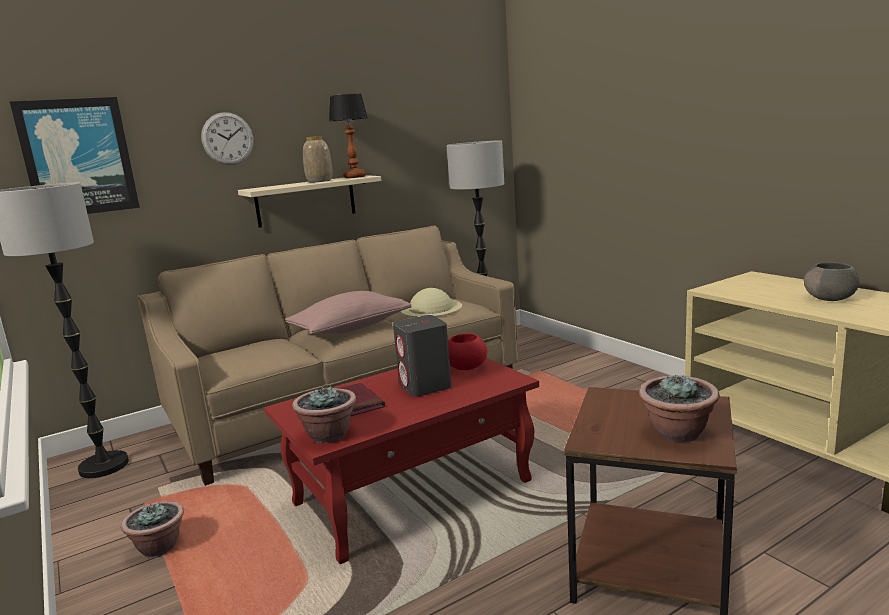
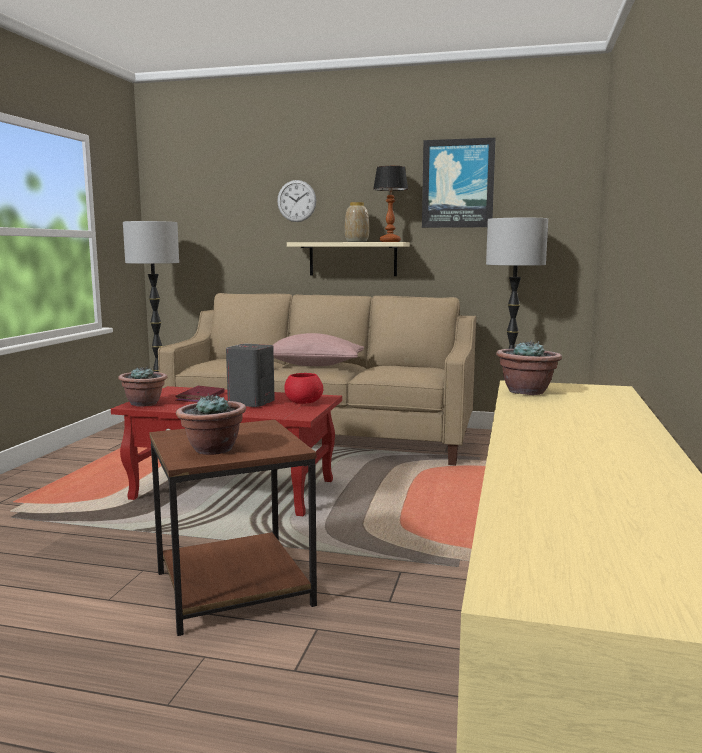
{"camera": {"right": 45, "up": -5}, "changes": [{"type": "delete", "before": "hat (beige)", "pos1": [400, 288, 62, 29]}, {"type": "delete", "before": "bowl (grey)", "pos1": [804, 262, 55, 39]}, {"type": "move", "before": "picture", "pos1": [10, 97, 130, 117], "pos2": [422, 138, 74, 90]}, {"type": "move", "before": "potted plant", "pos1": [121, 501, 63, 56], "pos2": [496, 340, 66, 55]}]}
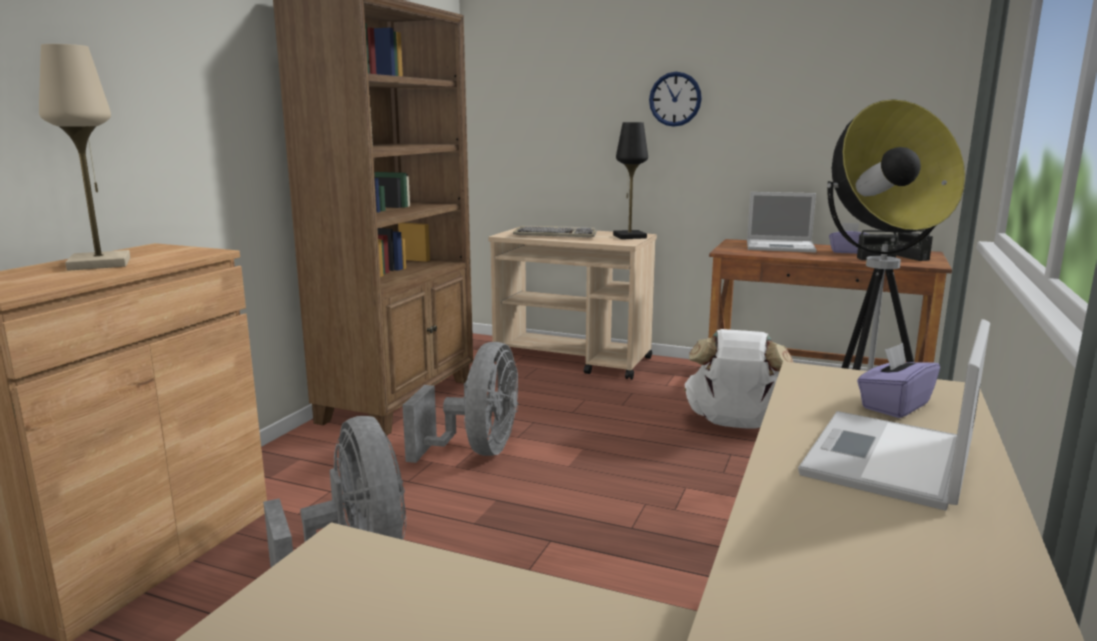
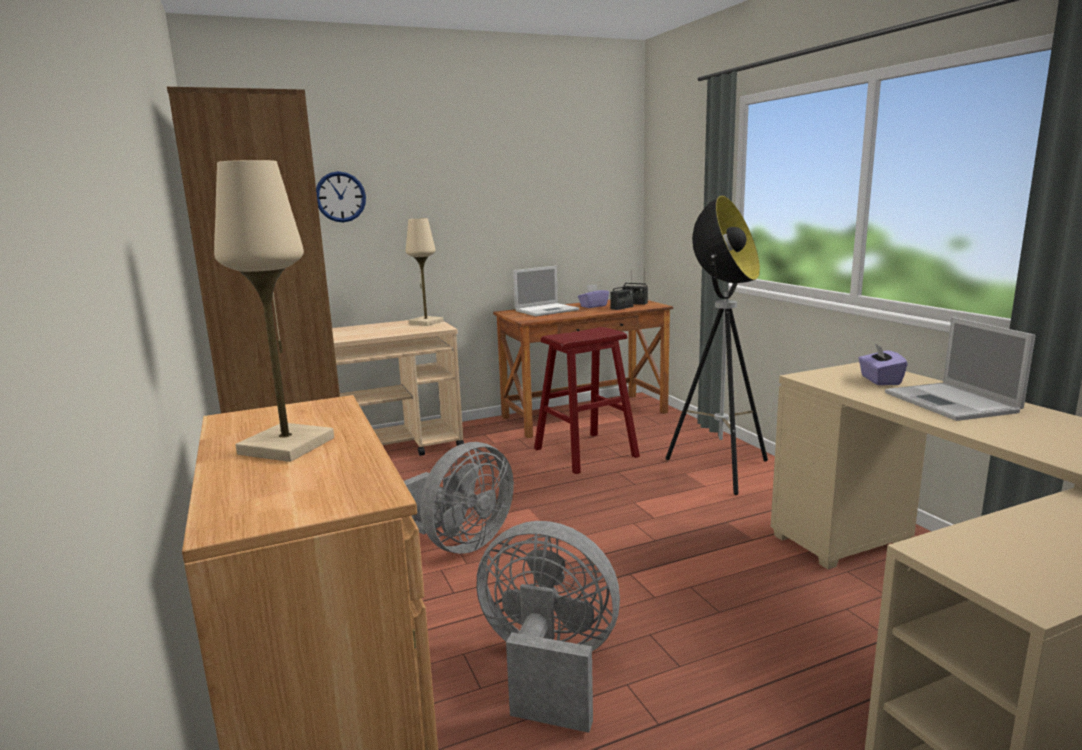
{"camera": {"right": -45, "up": 0}, "changes": [{"type": "delete", "before": "keyboard", "pos1": [513, 226, 84, 11]}, {"type": "move", "before": "wall clock", "pos1": [649, 72, 53, 55], "pos2": [316, 171, 50, 51]}, {"type": "replace", "before": "backpack (white)", "after": "stool (red)", "pos1": [684, 329, 109, 100], "pos2": [534, 327, 106, 147]}, {"type": "recolor", "before": "table lamp (black)", "after": "table lamp (beige)", "pos1": [613, 122, 35, 117], "pos2": [406, 218, 37, 108]}, {"type": "rotate", "before": "fan (grey)", "pos1": [402, 342, 116, 121], "pos2": [404, 442, 110, 112], "turn": 75}]}
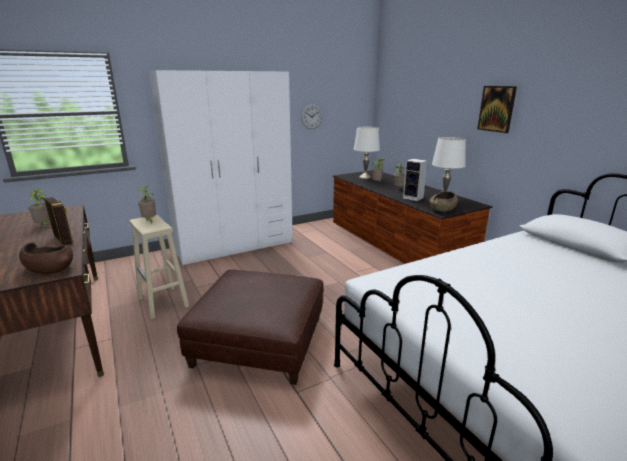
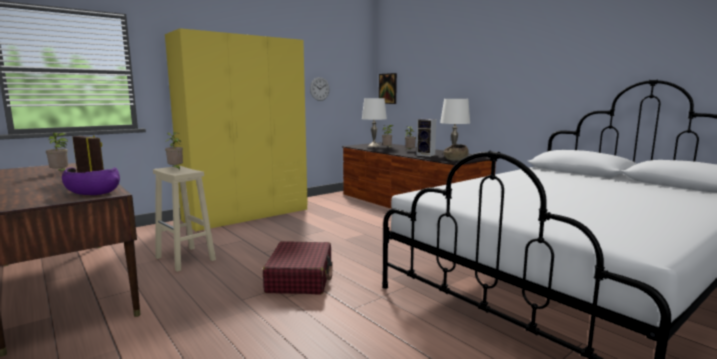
{"camera": {"right": -10, "up": -10}, "changes": [{"type": "move", "before": "picture", "pos1": [477, 86, 40, 47], "pos2": [379, 73, 18, 31]}, {"type": "replace", "before": "ottoman (brown)", "after": "suitcase (red)", "pos1": [177, 270, 147, 115], "pos2": [263, 241, 69, 53]}, {"type": "recolor", "before": "bowl (brown)", "after": "bowl (purple)", "pos1": [19, 242, 54, 32], "pos2": [62, 167, 58, 28]}, {"type": "recolor", "before": "wardrobe (white)", "after": "wardrobe (yellow)", "pos1": [149, 70, 144, 195], "pos2": [165, 28, 143, 204]}]}
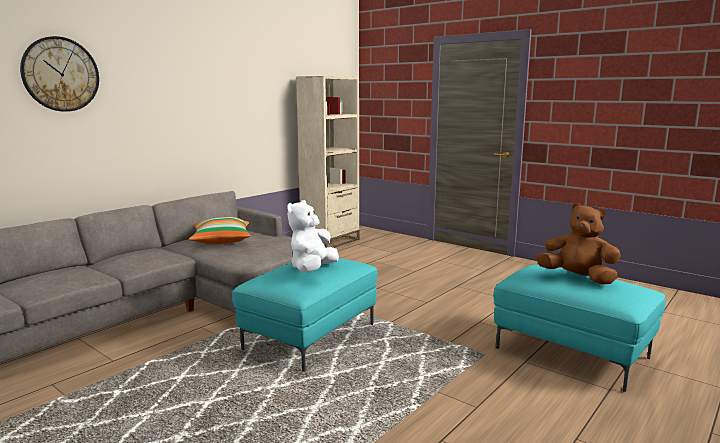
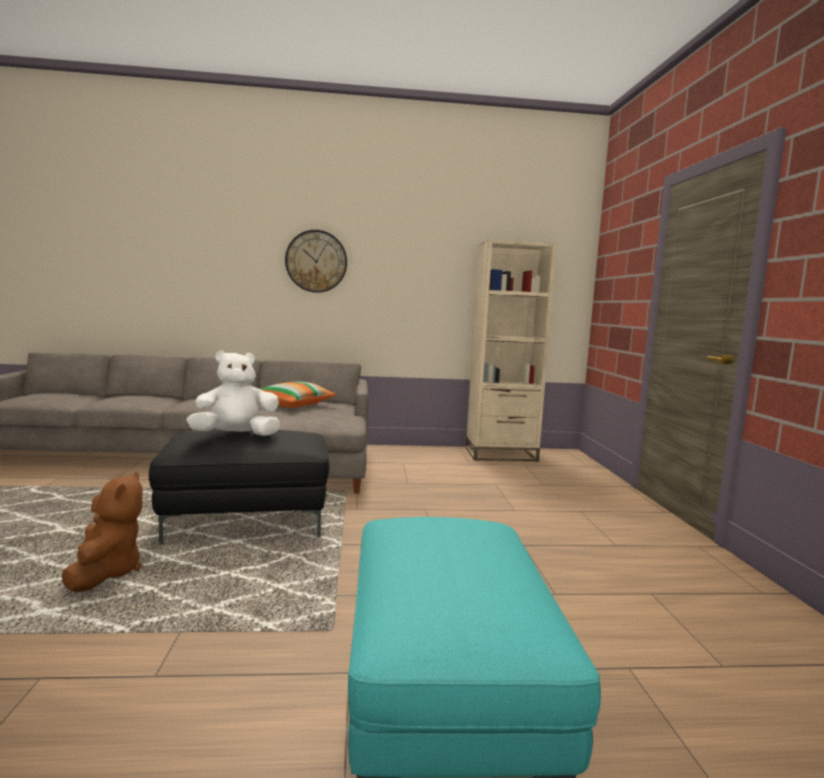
{"camera": {"right": 45, "up": -5}, "changes": [{"type": "move", "before": "wall clock", "pos1": [20, 36, 79, 76], "pos2": [285, 230, 62, 63]}, {"type": "move", "before": "plush toy (brown)", "pos1": [536, 203, 85, 82], "pos2": [62, 472, 81, 121]}, {"type": "recolor", "before": "ottoman (turquoise)", "after": "ottoman (black)", "pos1": [232, 258, 146, 114], "pos2": [149, 430, 181, 114]}]}
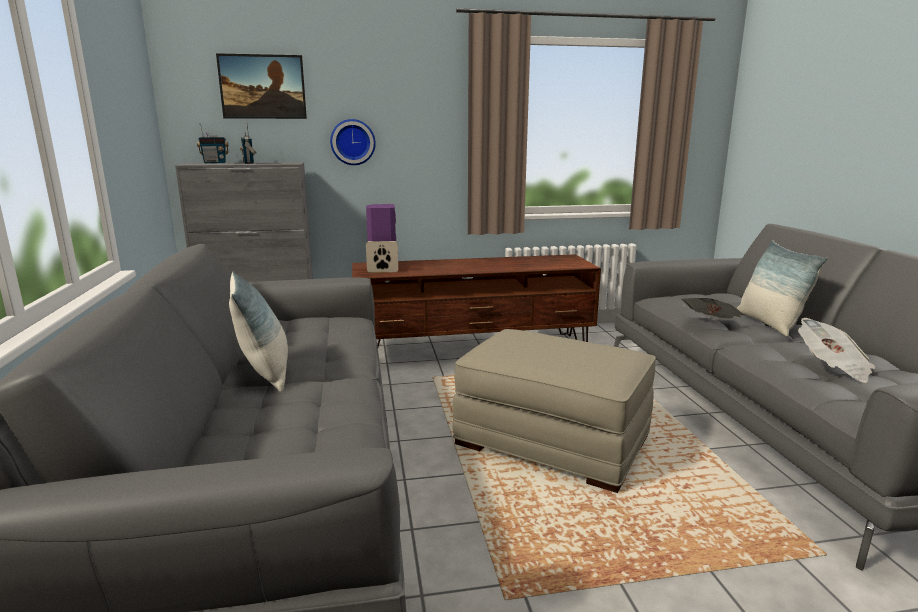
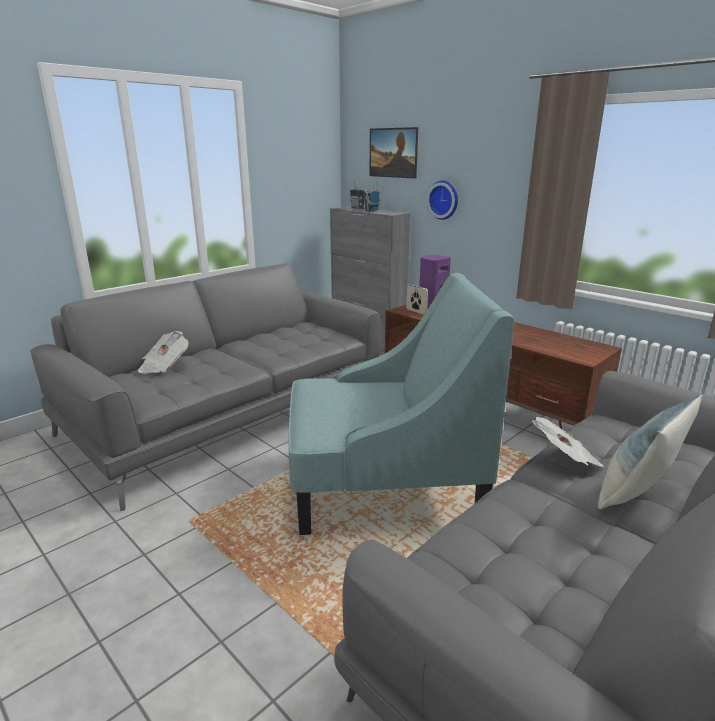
{"camera": {"right": 55, "up": 5}, "changes": [{"type": "delete", "before": "pillow", "pos1": [229, 271, 59, 121]}, {"type": "move", "before": "newspaper", "pos1": [798, 318, 77, 65], "pos2": [138, 331, 51, 43]}, {"type": "replace", "before": "ottoman (beige)", "after": "armchair (turquoise)", "pos1": [453, 329, 203, 164], "pos2": [288, 273, 226, 262]}]}
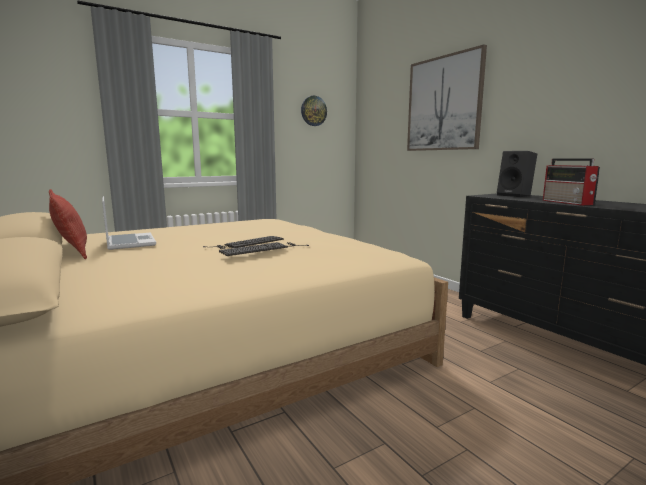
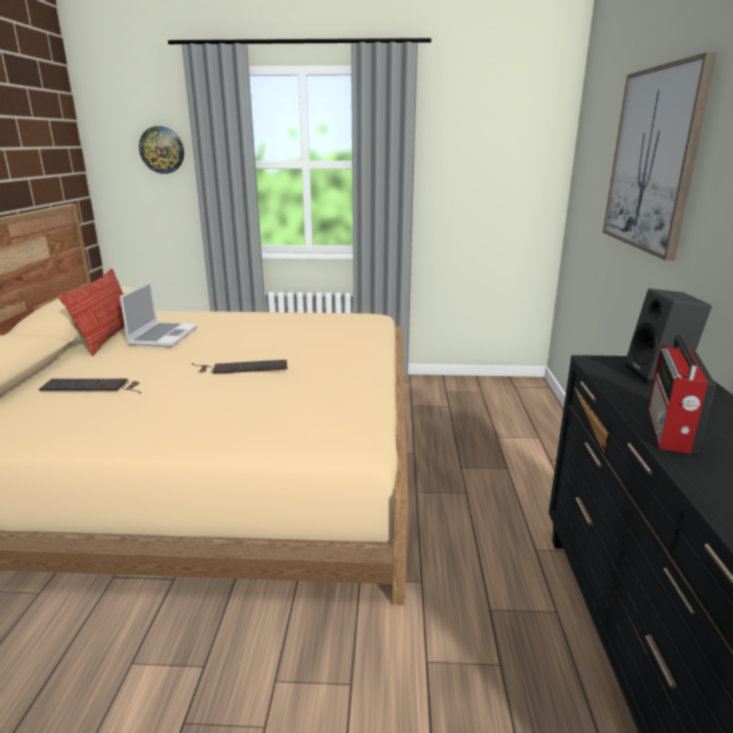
{"camera": {"right": 35, "up": 10}, "changes": [{"type": "move", "before": "keyboard", "pos1": [219, 242, 90, 14], "pos2": [39, 379, 102, 15]}, {"type": "move", "before": "wall clock", "pos1": [301, 96, 26, 30], "pos2": [139, 126, 45, 48]}]}
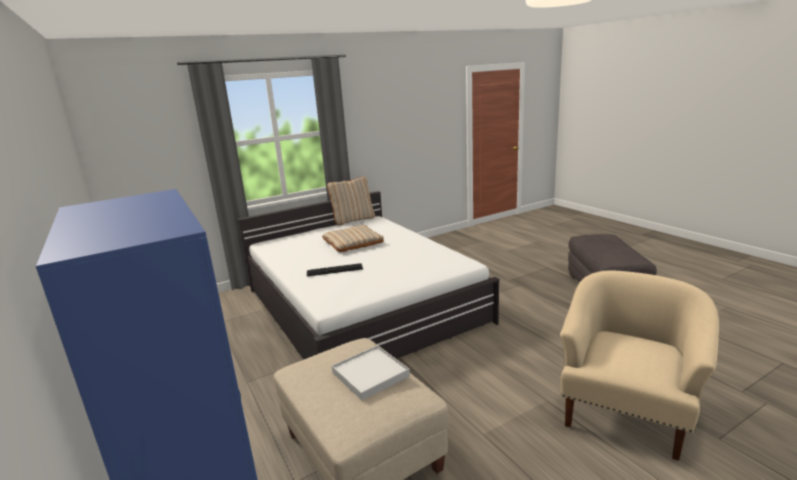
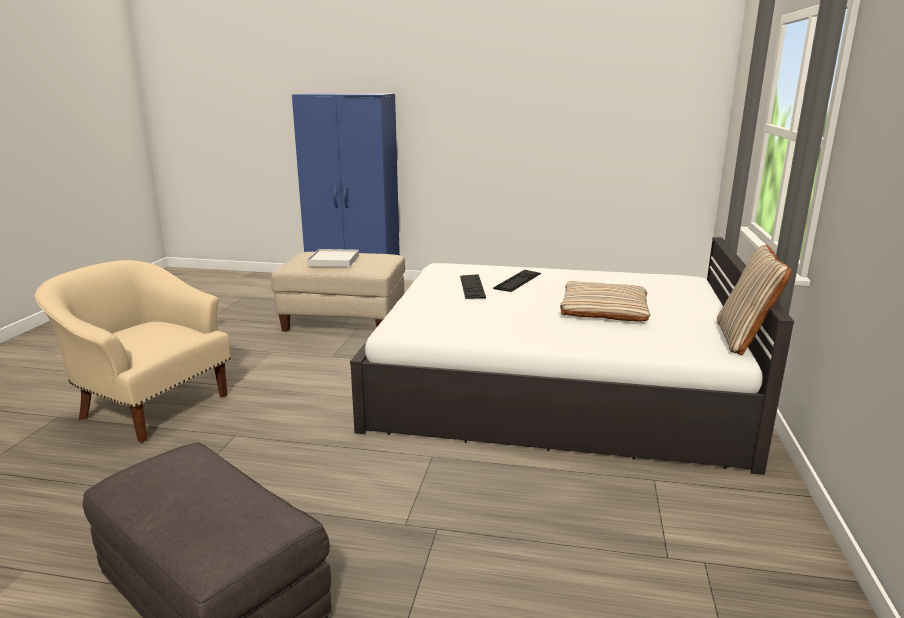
{"camera": {"right": 130, "up": 0}, "changes": [{"type": "insert", "after": "keyboard", "pos2": [460, 274, 26, 25]}, {"type": "rotate", "before": "armchair (beige)", "pos1": [560, 270, 159, 191], "pos2": [35, 260, 196, 182], "turn": 135}]}
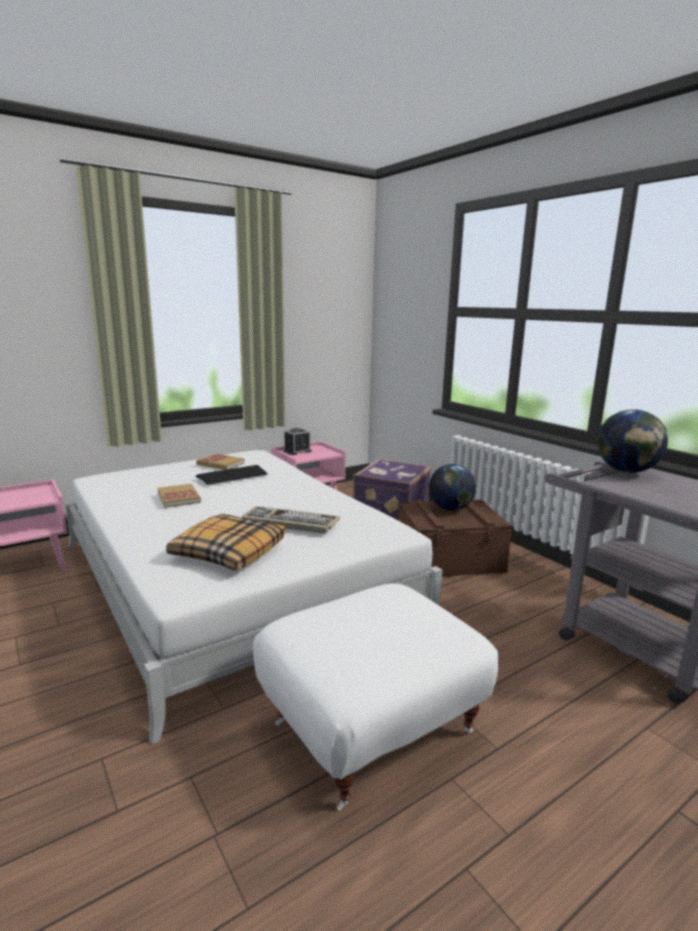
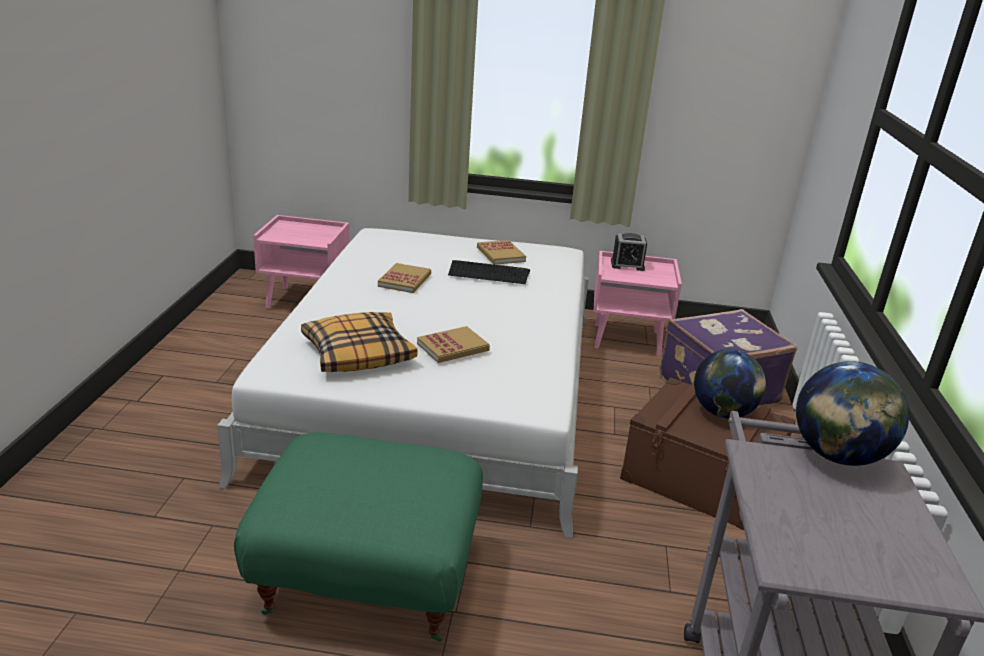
{"camera": {"right": 40, "up": 10}, "changes": [{"type": "replace", "before": "keyboard", "after": "book", "pos1": [242, 506, 98, 28], "pos2": [417, 326, 73, 37]}, {"type": "recolor", "before": "ottoman (white)", "after": "ottoman (green)", "pos1": [253, 583, 245, 227], "pos2": [234, 433, 249, 209]}]}
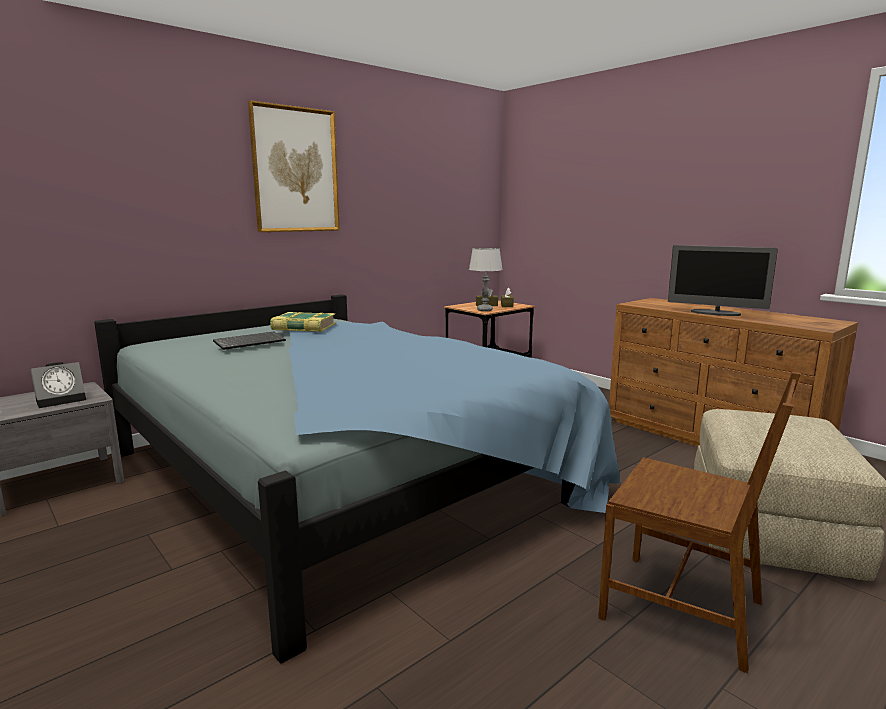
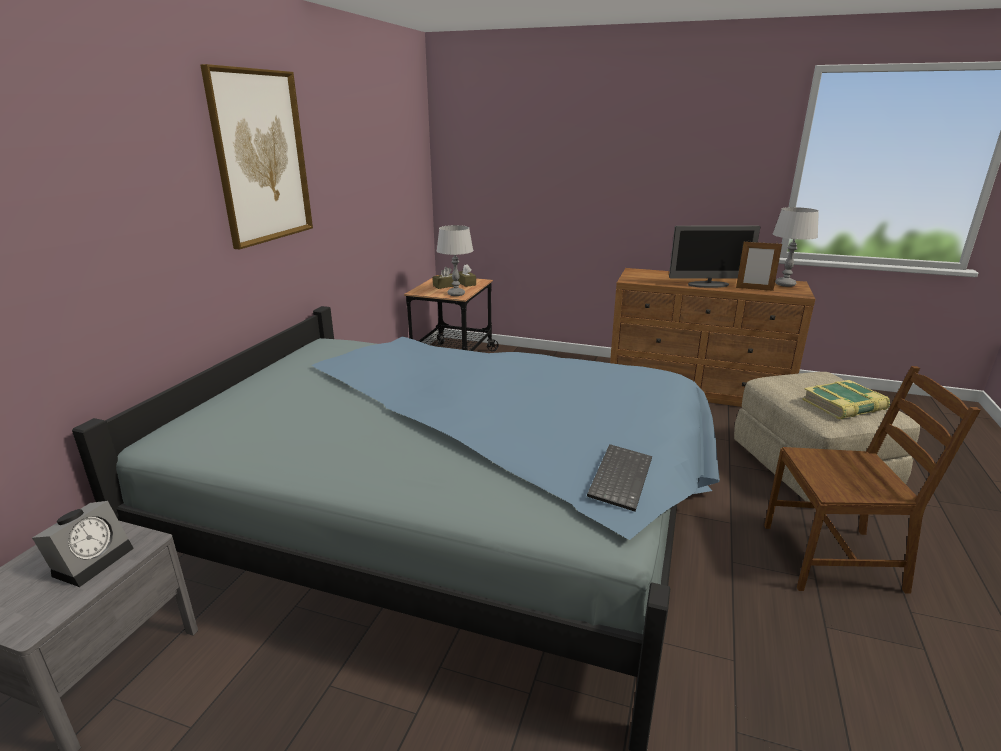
{"camera": {"right": -30, "up": 10}, "changes": [{"type": "insert", "after": "picture frame", "pos2": [736, 242, 46, 49]}, {"type": "insert", "after": "table lamp (grey)", "pos2": [773, 207, 46, 80]}, {"type": "move", "before": "keyboard", "pos1": [213, 332, 73, 18], "pos2": [587, 444, 65, 68]}, {"type": "move", "before": "book", "pos1": [270, 312, 66, 20], "pos2": [802, 380, 88, 39]}]}
